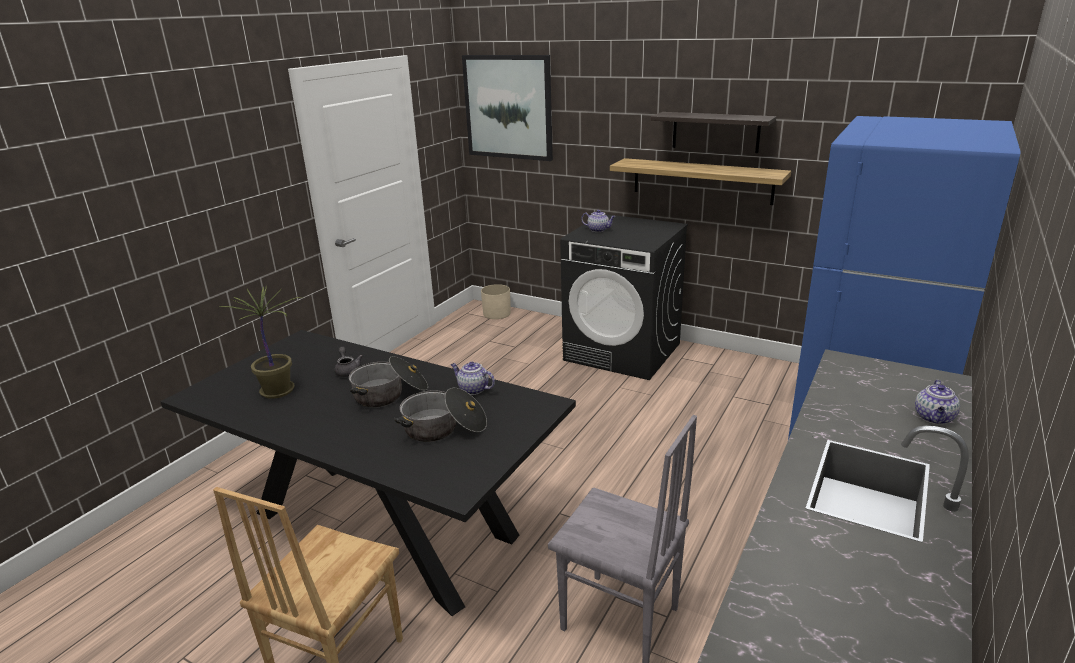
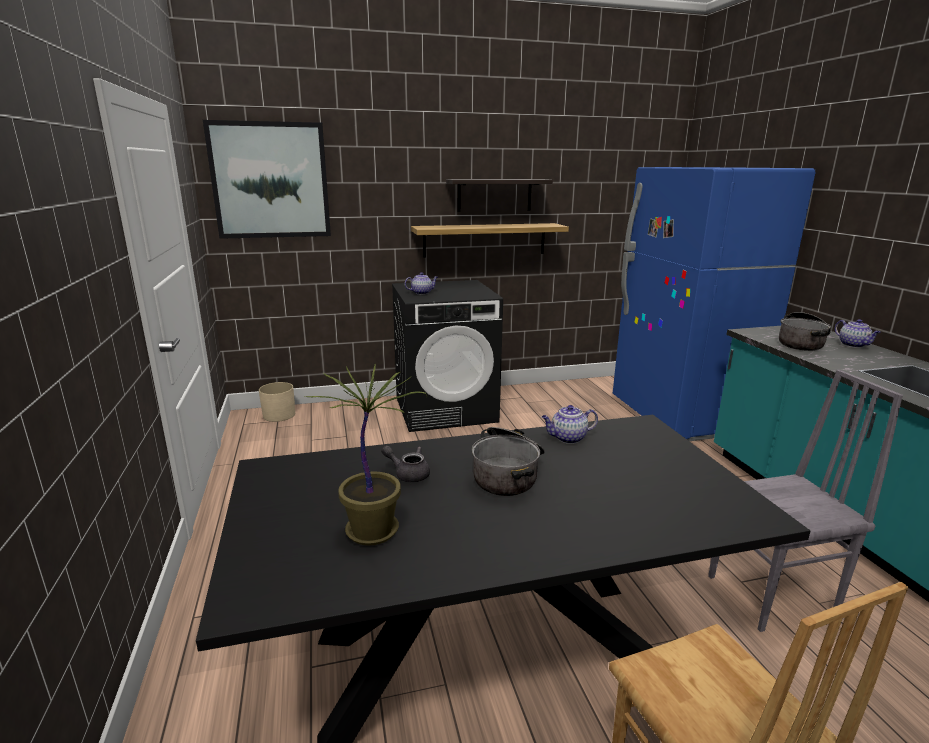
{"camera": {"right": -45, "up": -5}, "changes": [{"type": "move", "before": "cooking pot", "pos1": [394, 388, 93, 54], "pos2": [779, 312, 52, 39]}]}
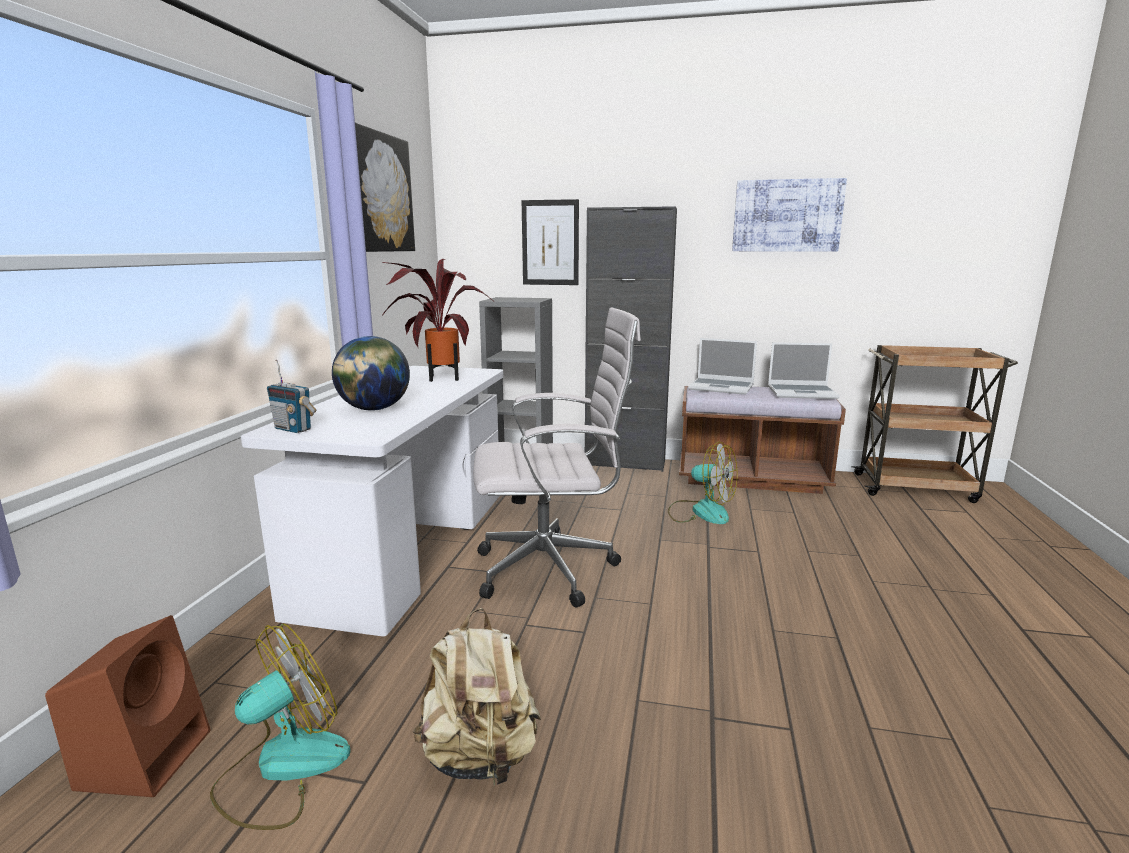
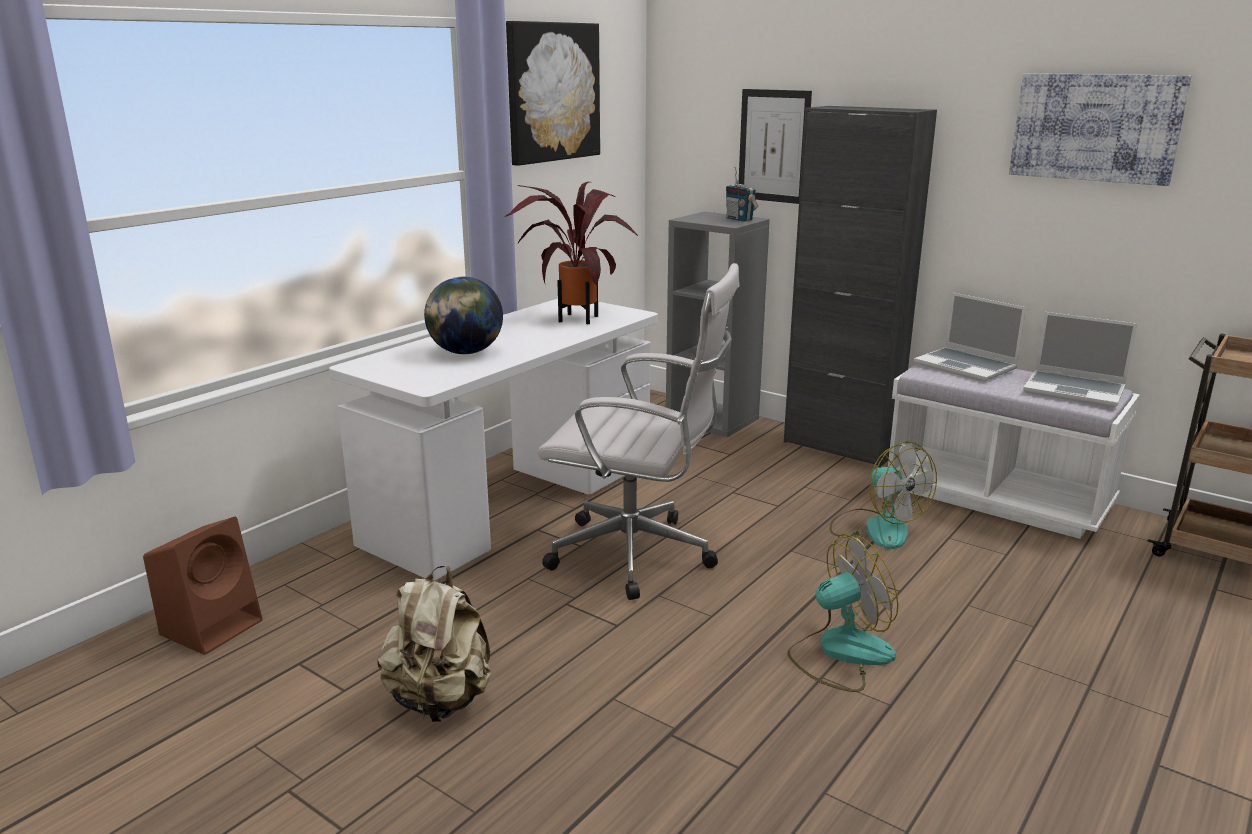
{"camera": {"right": 25, "up": 5}, "changes": [{"type": "move", "before": "fan", "pos1": [210, 623, 140, 207], "pos2": [787, 534, 112, 158]}, {"type": "move", "before": "radio", "pos1": [267, 360, 49, 73], "pos2": [726, 167, 32, 55]}, {"type": "recolor", "before": "bench (brown)", "after": "bench (white)", "pos1": [679, 386, 167, 108], "pos2": [888, 364, 252, 175]}]}
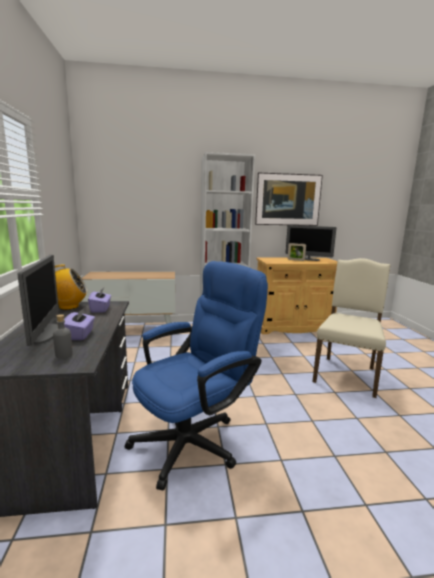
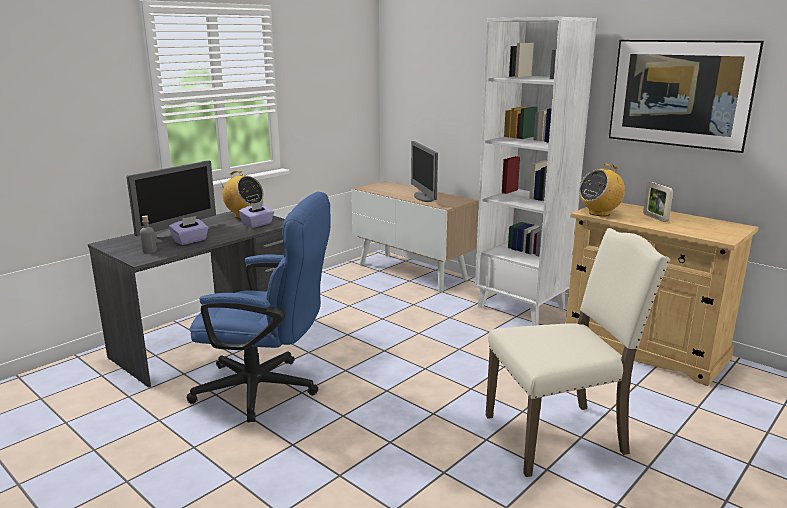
{"camera": {"right": 50, "up": 5}, "changes": [{"type": "insert", "after": "radio", "pos2": [579, 164, 46, 52]}, {"type": "move", "before": "monitor", "pos1": [286, 225, 50, 36], "pos2": [411, 141, 27, 61]}]}
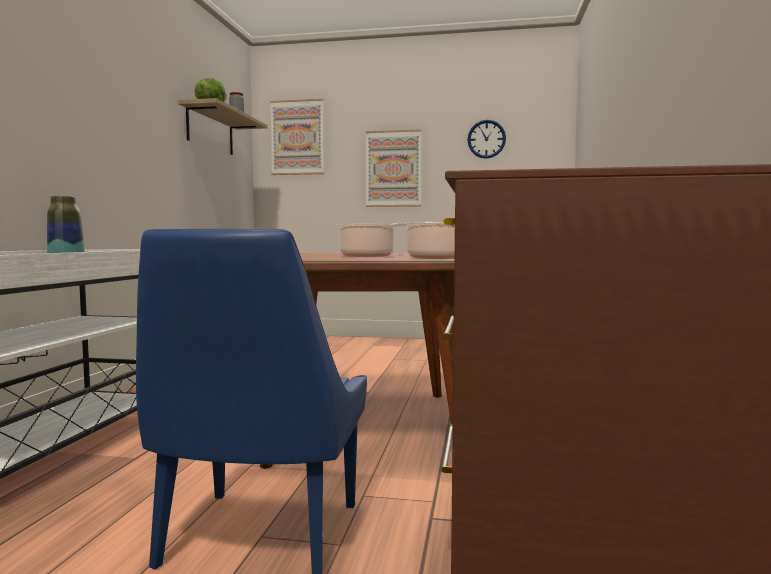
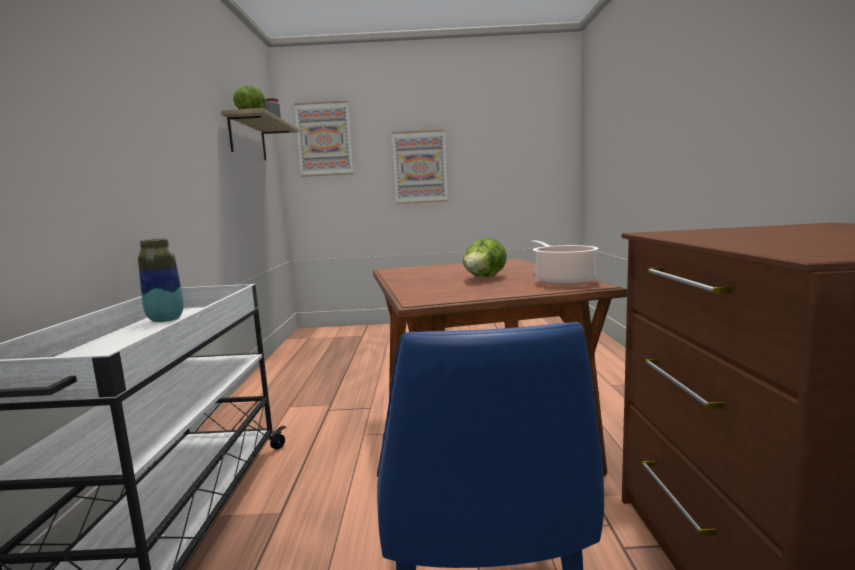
{"camera": {"right": -10, "up": 5}, "changes": [{"type": "delete", "before": "wall clock", "pos1": [467, 120, 39, 39]}, {"type": "replace", "before": "cooking pot", "after": "lettuce", "pos1": [337, 223, 70, 34], "pos2": [463, 238, 44, 40]}]}
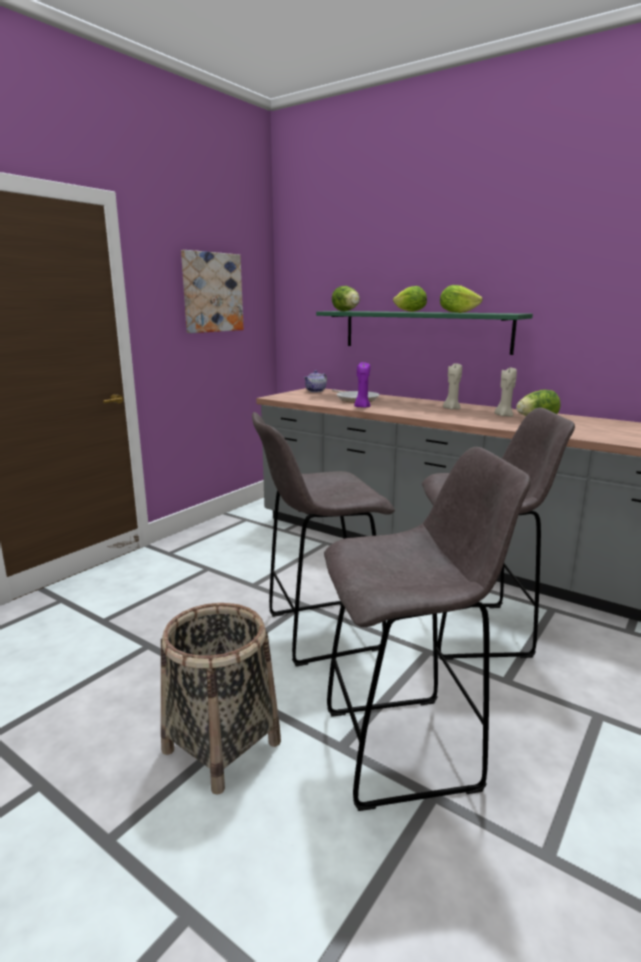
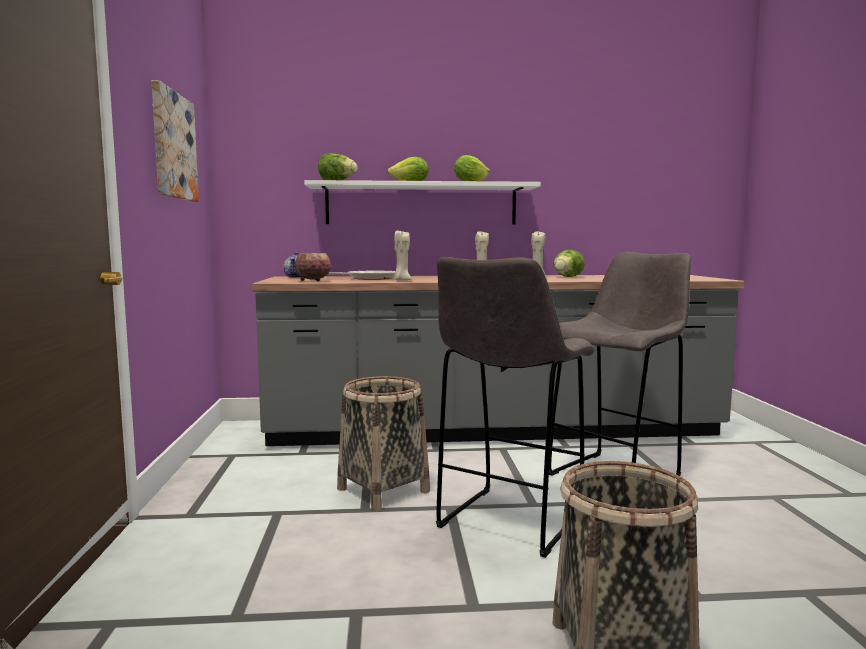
{"camera": {"right": -40, "up": -10}, "changes": [{"type": "delete", "before": "stool (grey)", "pos1": [324, 447, 207, 364]}, {"type": "insert", "after": "bowl", "pos2": [295, 253, 36, 28]}, {"type": "insert", "after": "basket", "pos2": [337, 376, 93, 134]}, {"type": "recolor", "before": "shelf (green)", "after": "shelf (white)", "pos1": [316, 311, 217, 44], "pos2": [304, 180, 237, 45]}, {"type": "recolor", "before": "candle (purple)", "after": "candle (beige)", "pos1": [354, 362, 17, 46], "pos2": [394, 231, 18, 50]}]}
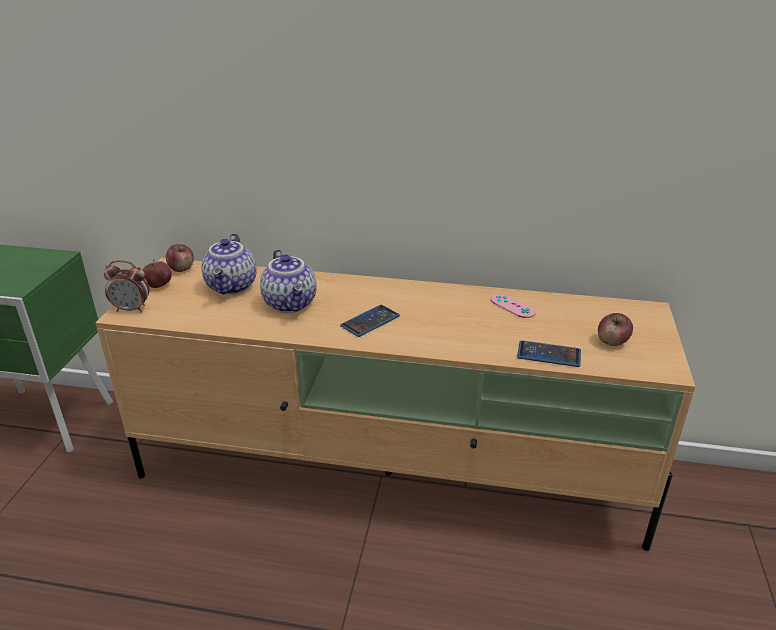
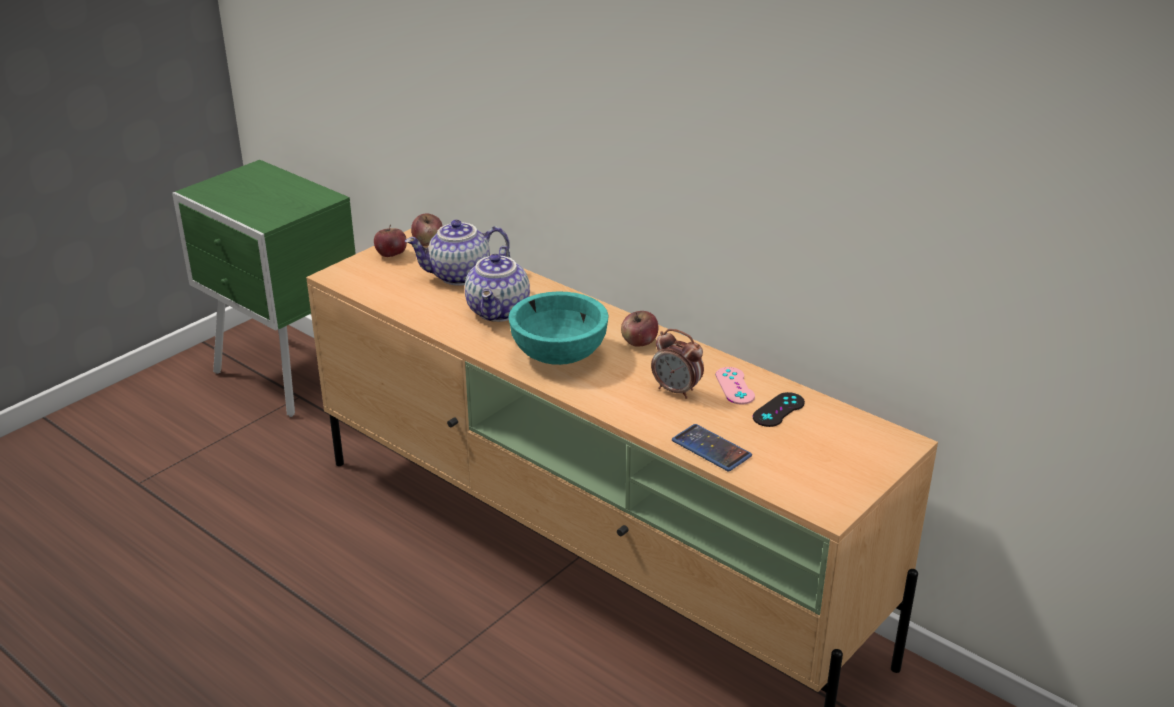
{"camera": {"right": 30, "up": 0}, "changes": [{"type": "insert", "after": "game controller (black)", "pos2": [753, 392, 52, 35]}, {"type": "move", "before": "alarm clock", "pos1": [104, 260, 45, 53], "pos2": [651, 329, 53, 70]}, {"type": "move", "before": "apple", "pos1": [598, 313, 35, 33], "pos2": [621, 311, 37, 36]}, {"type": "replace", "before": "phone", "after": "bowl (turquoise)", "pos1": [340, 305, 60, 32], "pos2": [509, 291, 100, 74]}, {"type": "rotate", "before": "teapot", "pos1": [201, 233, 55, 62], "pos2": [405, 220, 105, 66], "turn": 45}]}
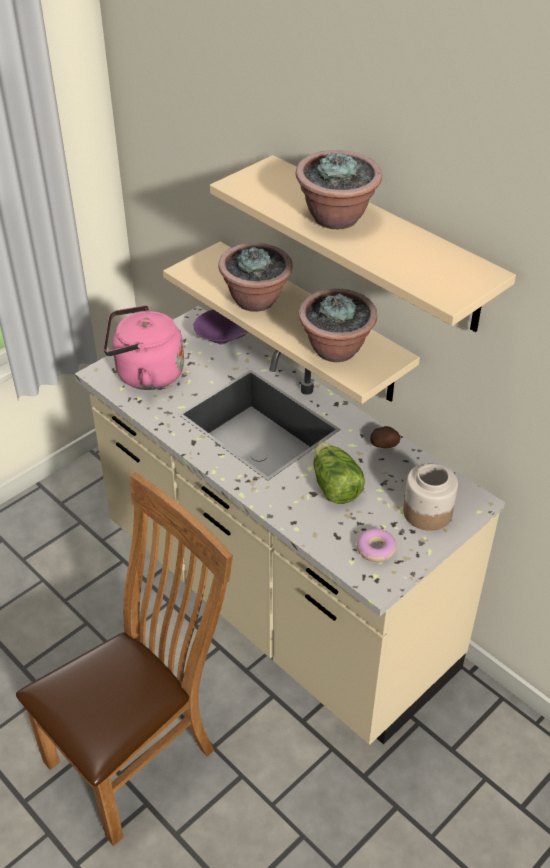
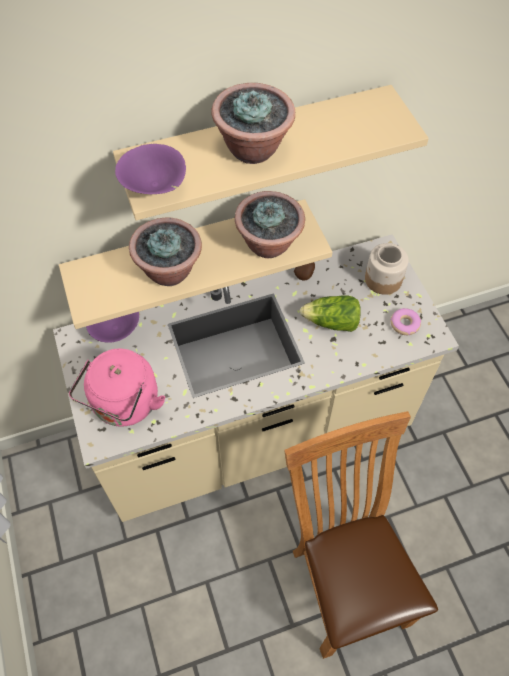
{"camera": {"right": -65, "up": 15}, "changes": [{"type": "insert", "after": "bowl (purple)", "pos2": [115, 144, 71, 50]}]}
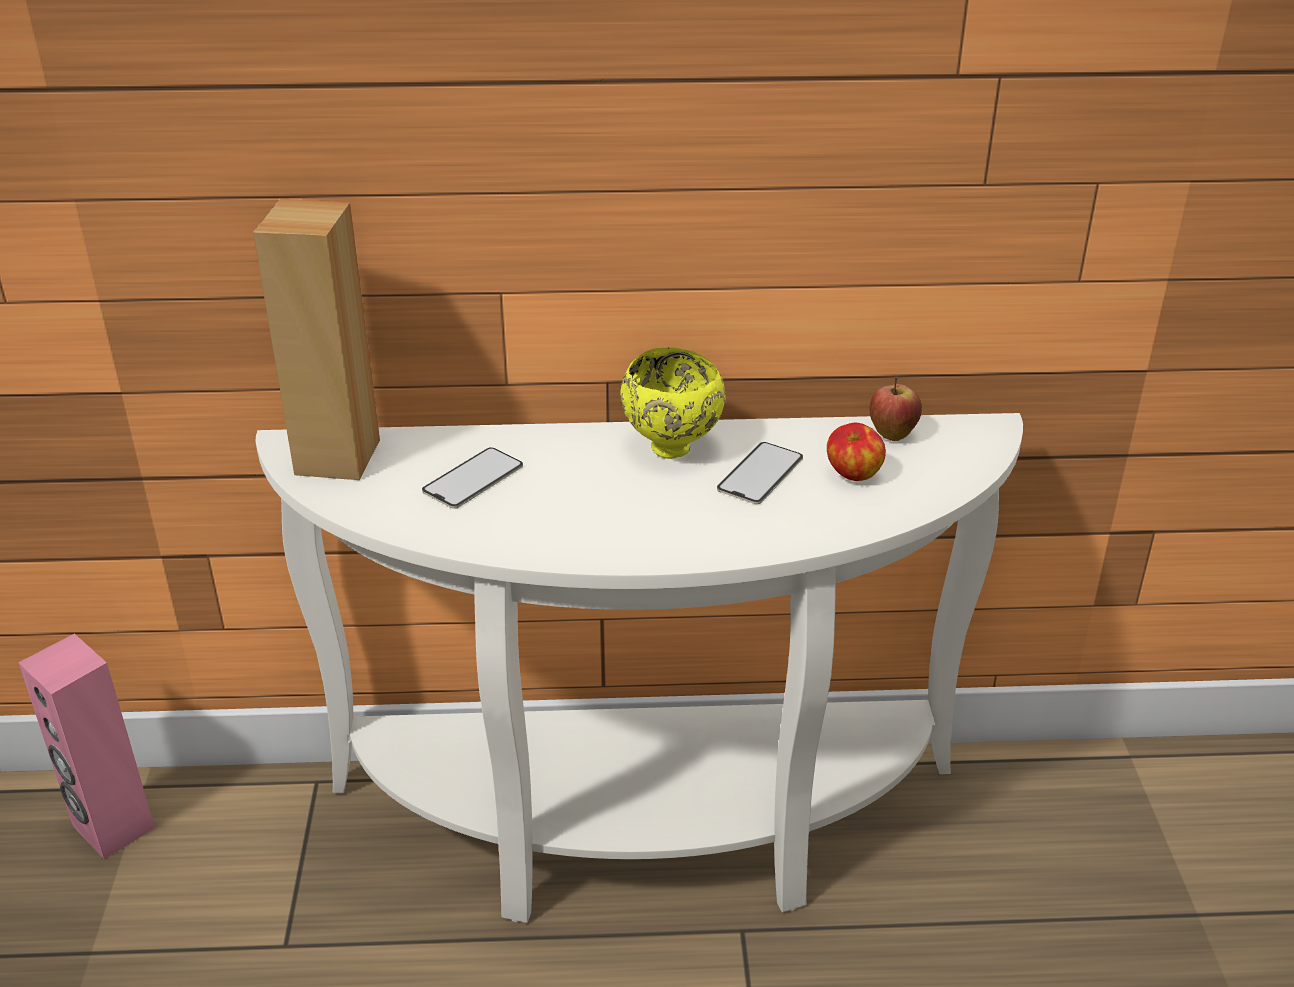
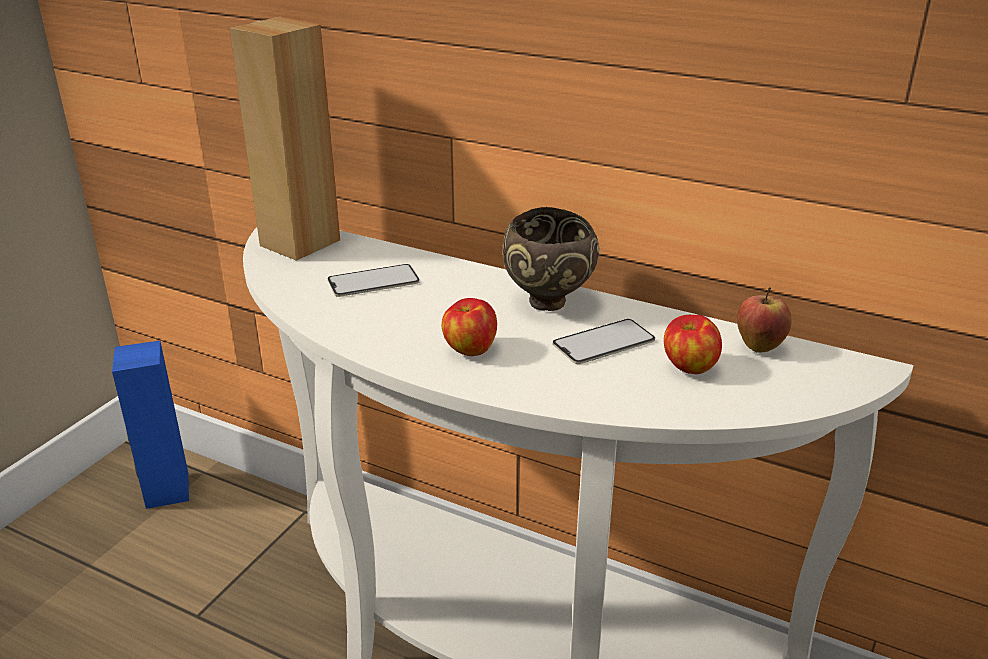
{"camera": {"right": 30, "up": -5}, "changes": [{"type": "insert", "after": "apple", "pos2": [442, 298, 55, 58]}, {"type": "recolor", "before": "speaker (pink)", "after": "speaker (blue)", "pos1": [18, 633, 137, 226], "pos2": [112, 341, 77, 168]}, {"type": "recolor", "before": "bowl (yellow)", "after": "bowl (brown)", "pos1": [620, 347, 106, 112], "pos2": [502, 207, 97, 104]}]}
